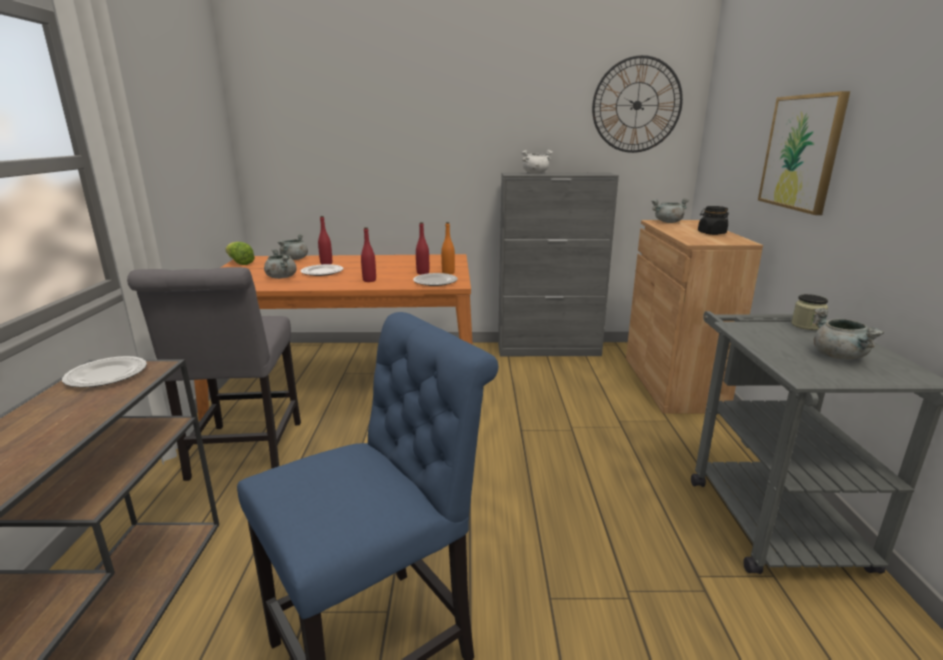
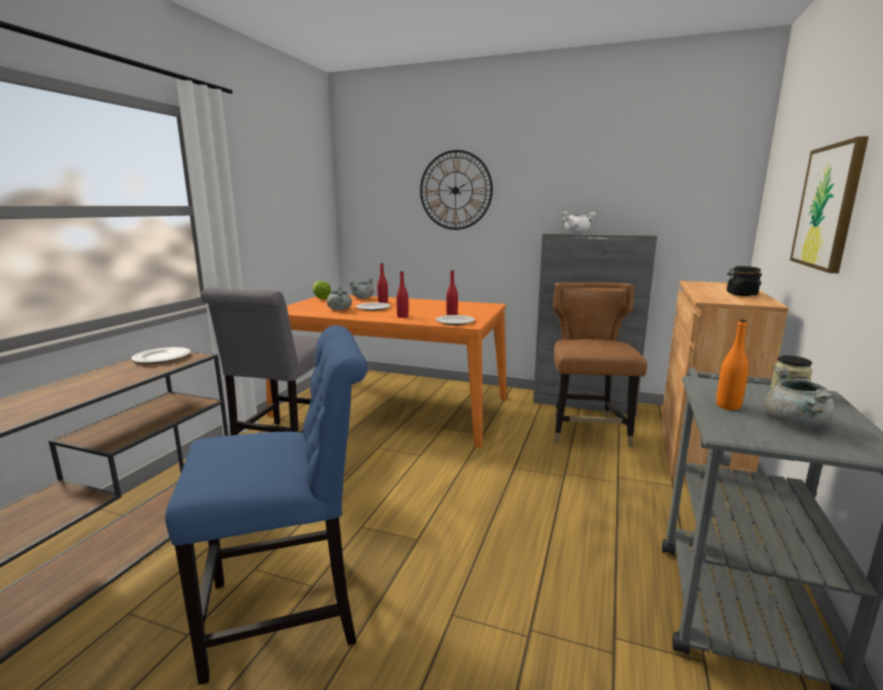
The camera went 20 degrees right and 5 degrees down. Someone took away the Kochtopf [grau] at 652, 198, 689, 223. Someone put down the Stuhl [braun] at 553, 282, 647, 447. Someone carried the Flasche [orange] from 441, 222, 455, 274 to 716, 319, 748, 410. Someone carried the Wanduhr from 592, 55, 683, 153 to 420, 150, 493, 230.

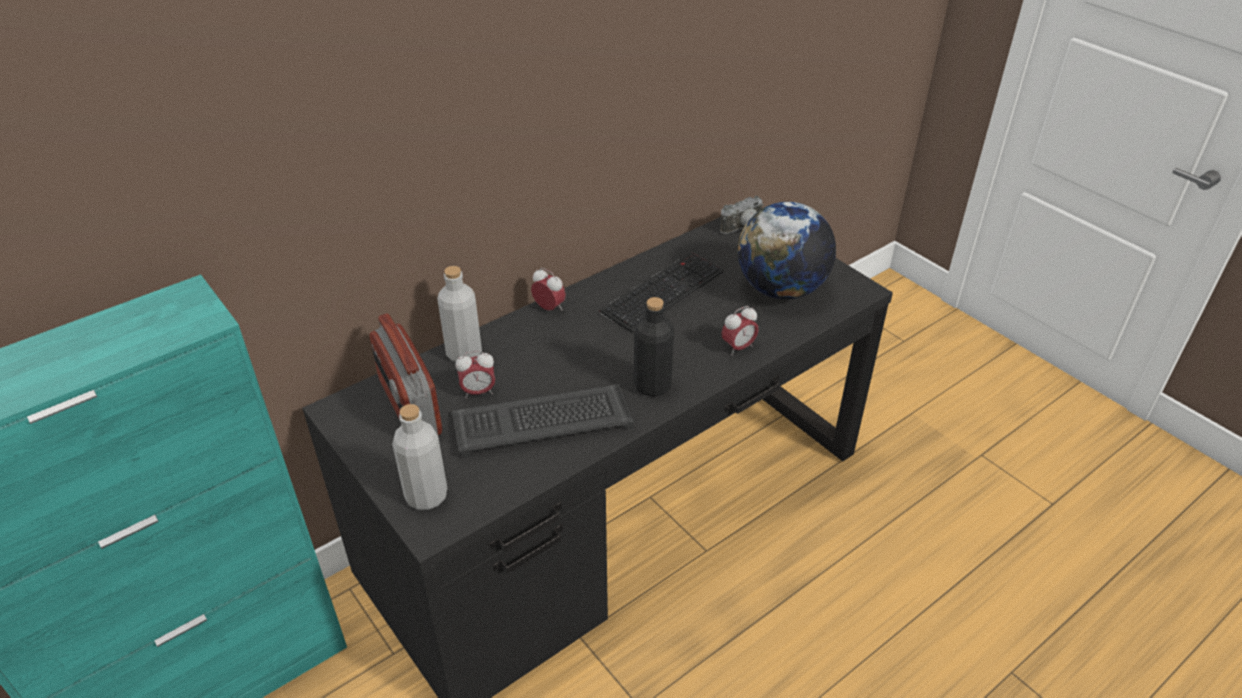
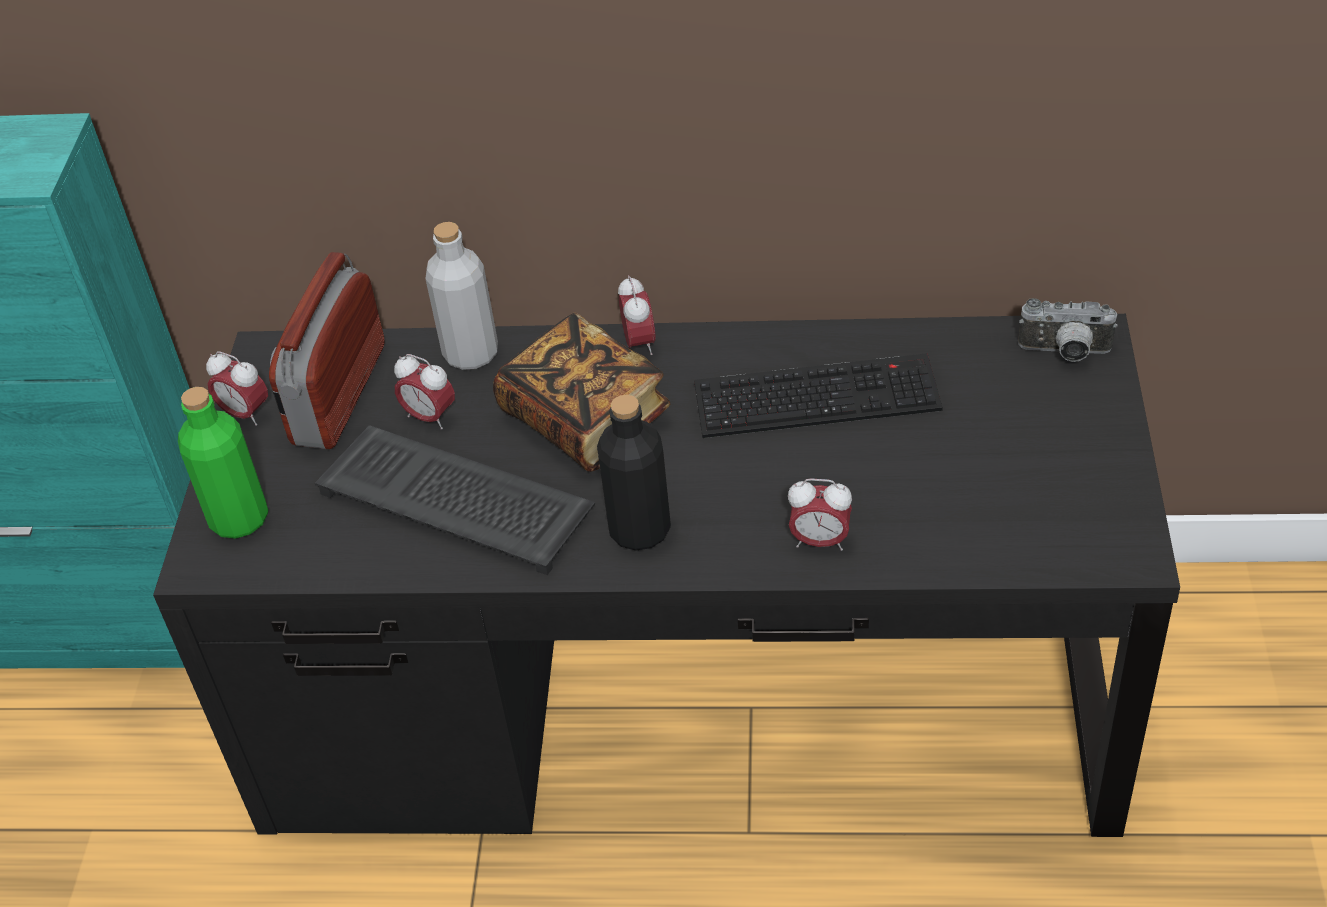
The camera went 45 degrees right and 5 degrees up. Someone took away the Globus at 738, 202, 836, 299. Someone put down the Wecker at 206, 351, 268, 426. Someone put down the Buch at 493, 313, 670, 472. Someone repainted the Flasche [grau] at 392, 404, 447, 510, which became the Flasche [grün] at 178, 387, 268, 539.

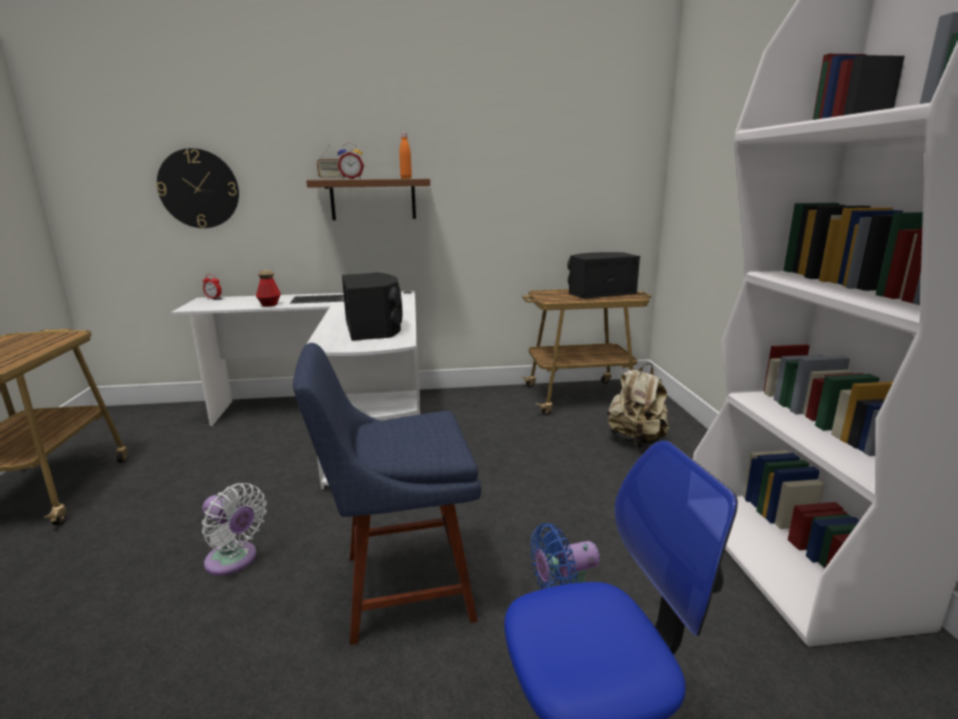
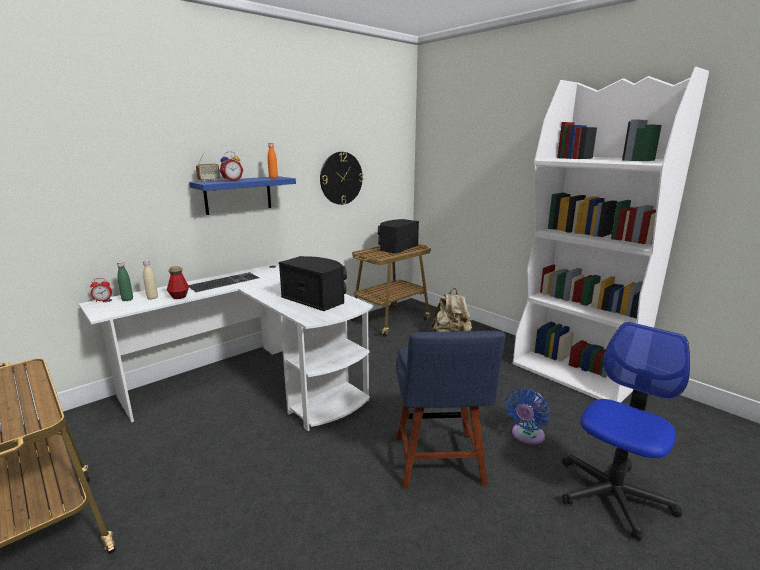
The camera went 35 degrees left and 0 degrees up. Someone took away the Ventilator [weiß] at 202, 483, 267, 576. Someone put down the Flasche [grün] at 117, 262, 133, 301. Someone put down the Flasche [beige] at 143, 260, 158, 300. Someone carried the Wanduhr from 156, 148, 239, 228 to 320, 152, 363, 205. Someone repainted the Wandregal [braun] at 306, 179, 430, 220, which became the Wandregal [blau] at 189, 176, 296, 215. Someone rotated the Stuhl [blau] at 293, 343, 481, 645 by 45 degrees counterclockwise.

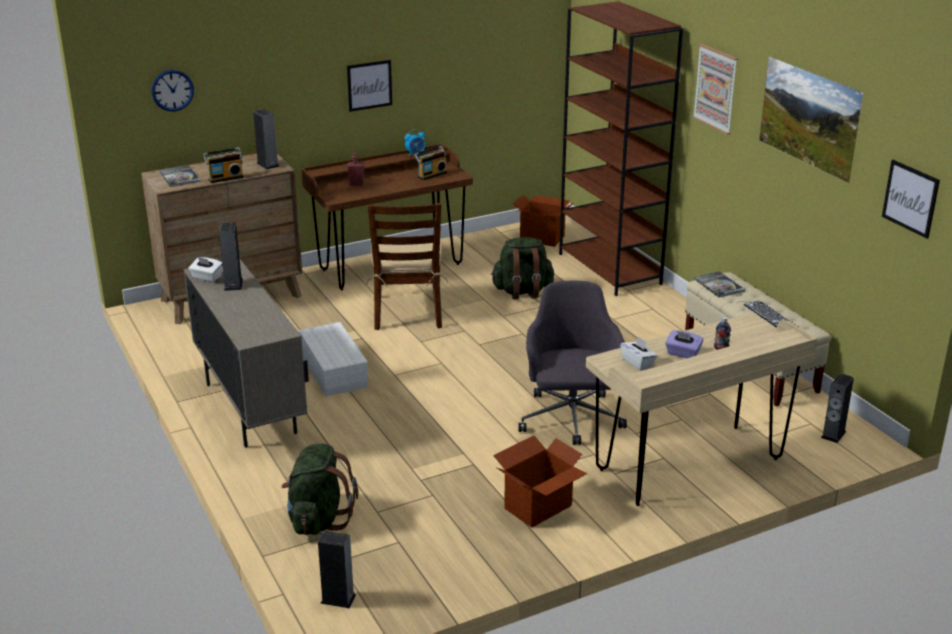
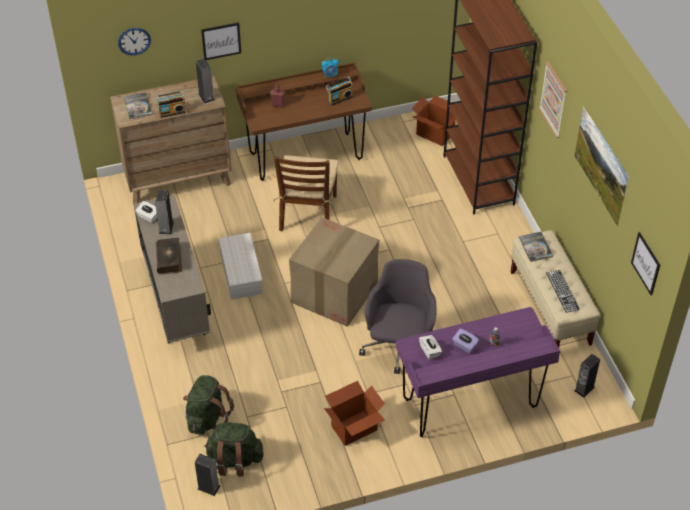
The camera went 10 degrees right and 20 degrees up. Someone put down the Buch at 156, 238, 182, 274. Someone put down the Karton at 289, 217, 379, 327. Someone carried the Bild from 347, 60, 392, 112 to 201, 22, 241, 60. Someone carried the Rucksack [grün] from 491, 237, 554, 299 to 204, 423, 264, 476. Someone repainted the Schreibtisch [beige] at 586, 313, 817, 506, which became the Schreibtisch [lila] at 396, 307, 560, 437.

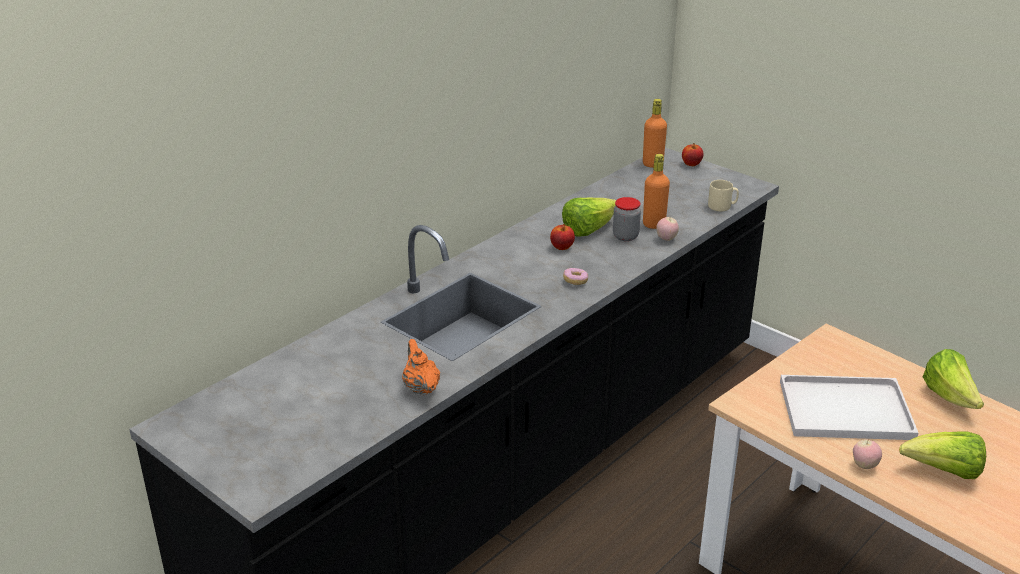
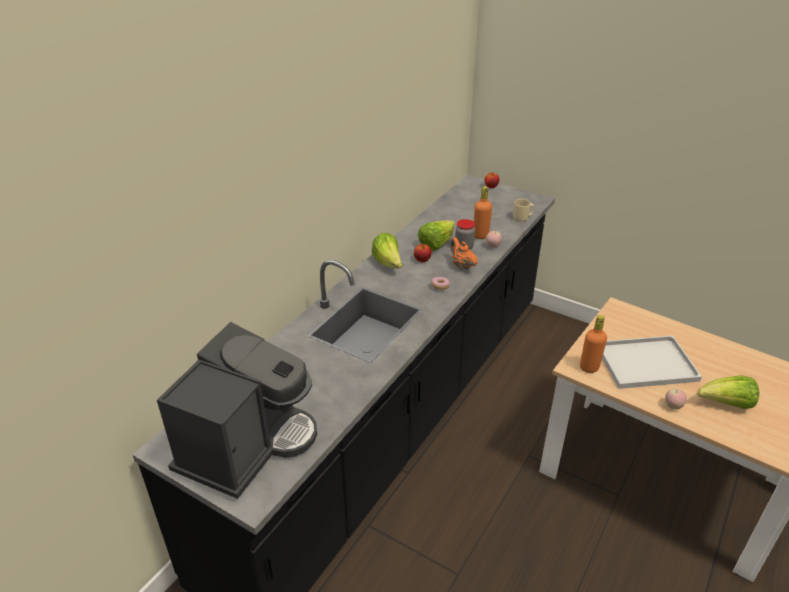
The camera went 10 degrees left and 5 degrees up. Someone put down the Kaffeemaschine at 157, 322, 317, 499. Someone carried the Teekanne [orange] from 402, 339, 440, 395 to 450, 237, 478, 270. Someone carried the Flasche [orange] from 643, 99, 667, 168 to 580, 315, 607, 373. Someone carried the Salatkopf from 923, 349, 984, 409 to 372, 233, 402, 269.

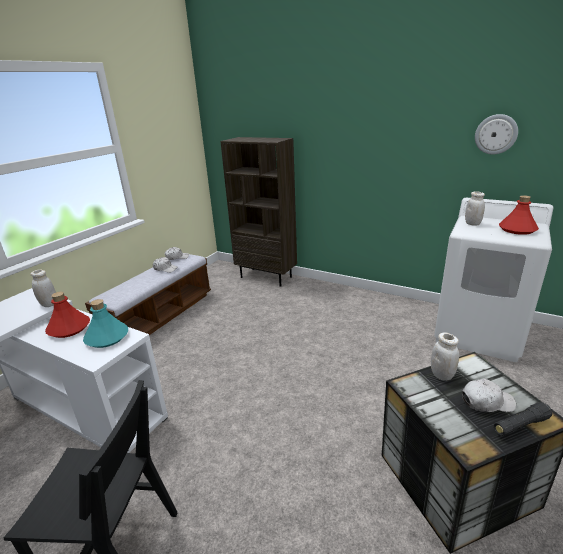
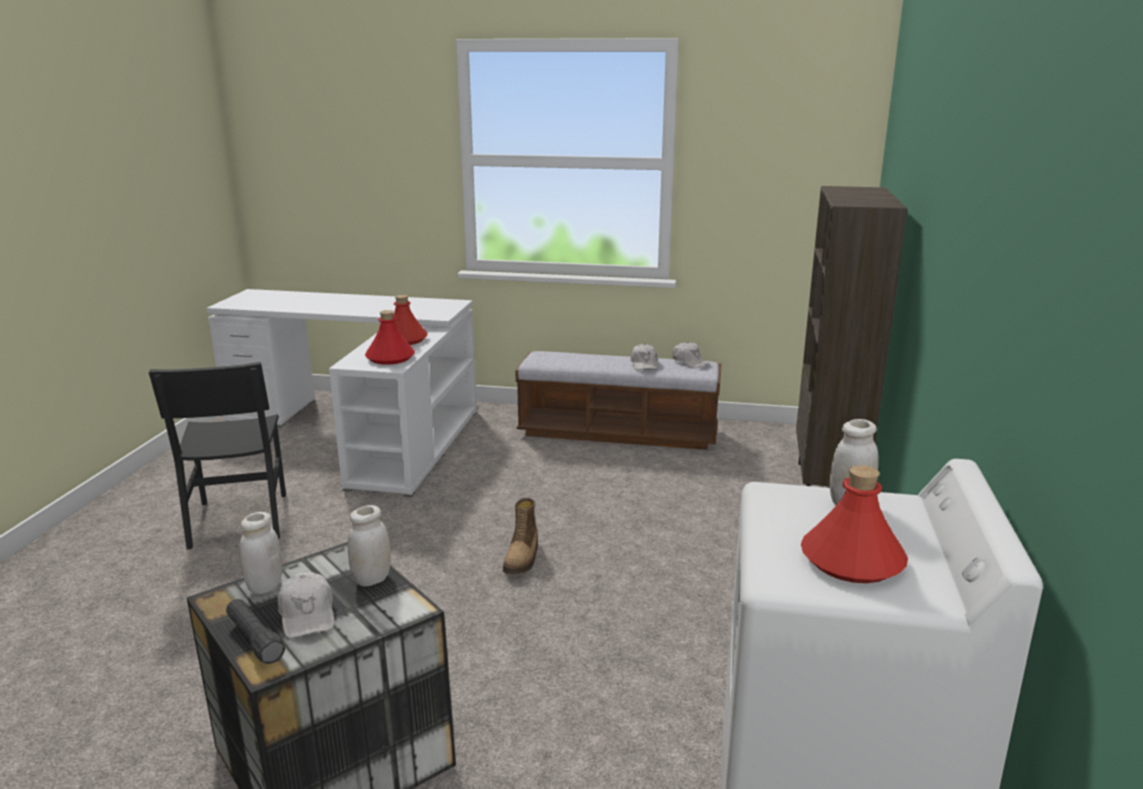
The camera went 70 degrees right and 5 degrees down. Someone took away the Wanduhr at 475, 114, 518, 154. Someone put down the Stiefel at 503, 497, 538, 575. Someone carried the Vorratsglas [weiß] from 31, 270, 56, 307 to 239, 512, 283, 594. Someone repainted the Flasche [türkis] at 83, 299, 128, 348, which became the Flasche [rot] at 365, 310, 415, 365.

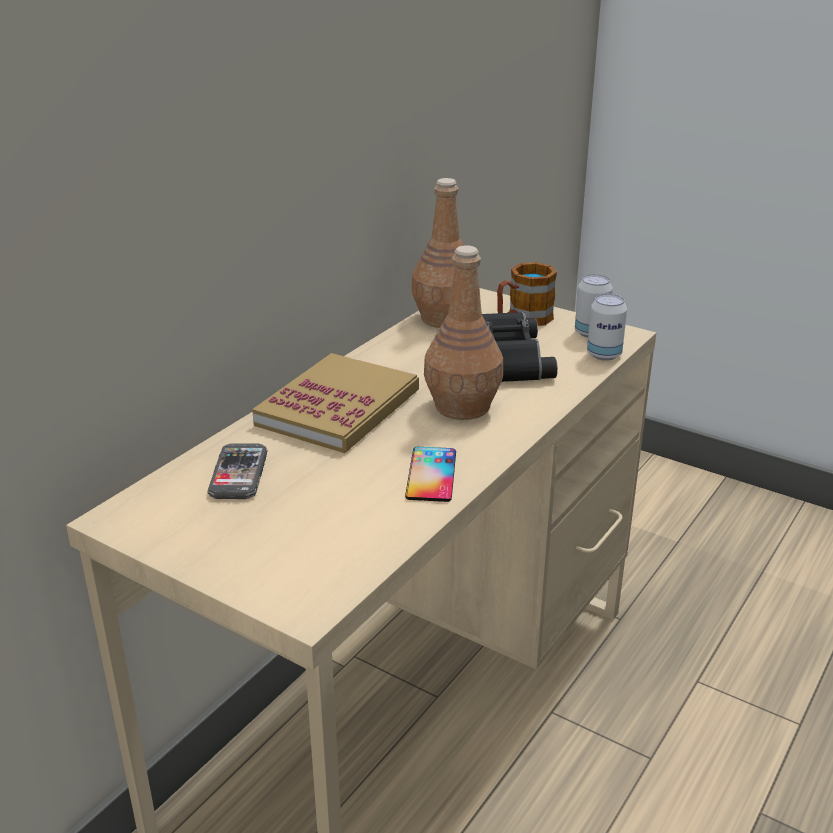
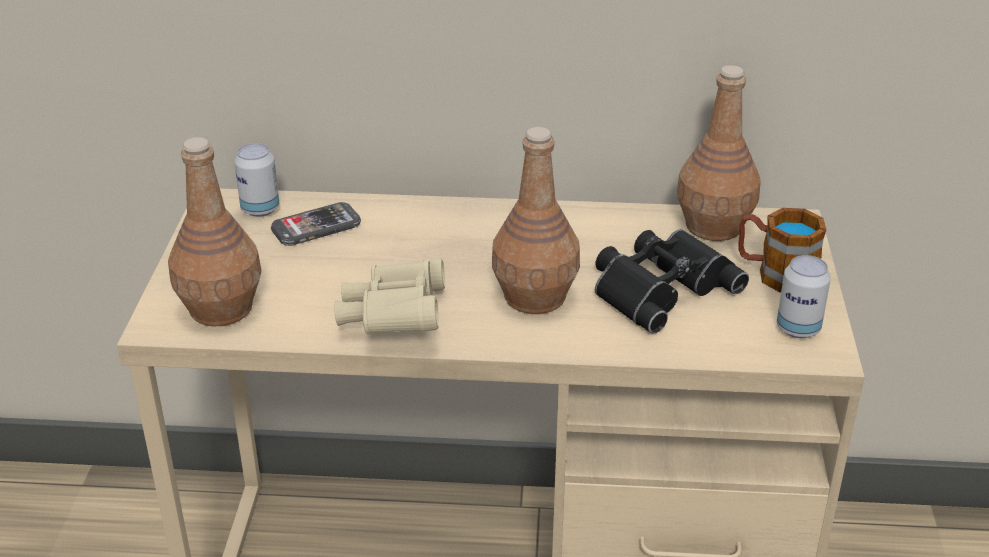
The camera went 60 degrees right and 5 degrees up. Someone took away the Buch at 252, 353, 419, 453. Someone put down the Flasche [braun] at 168, 137, 262, 326. Someone carried the Dose from 587, 294, 627, 361 to 234, 143, 279, 217. Someone swapped the Handy at 405, 447, 456, 502 for the Fernglas [beige] at 334, 258, 445, 334.

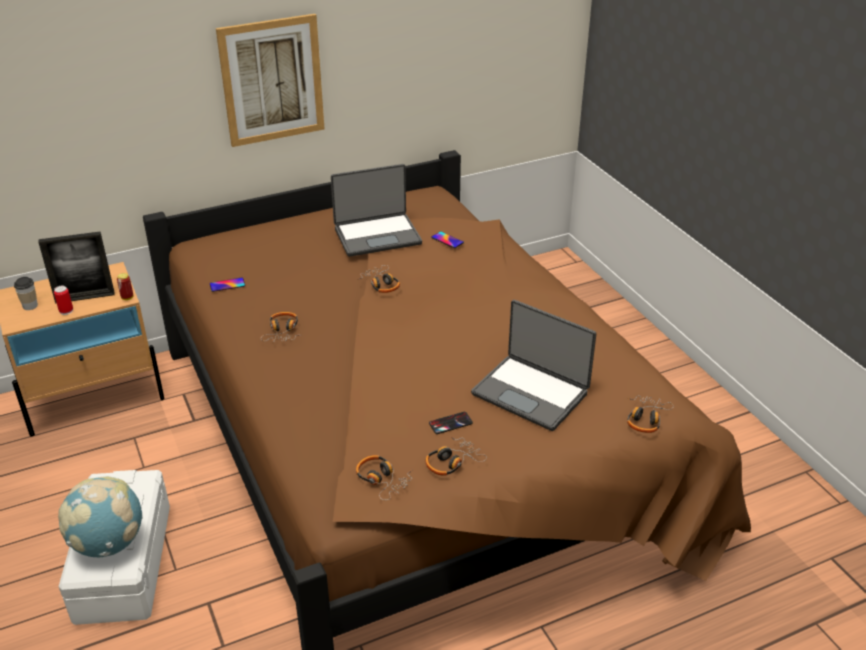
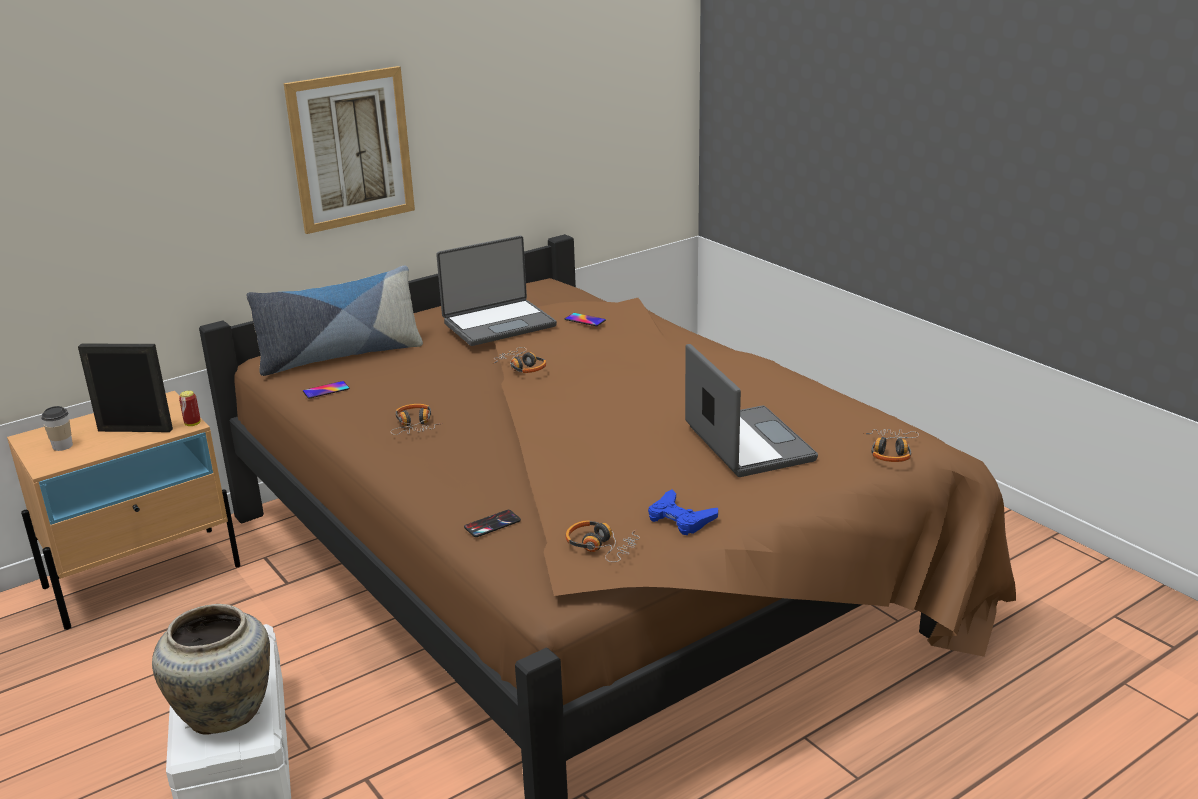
The camera went 10 degrees left and 10 degrees down. Someone took away the Dose at 54, 286, 73, 315. Someone put down the Kissen at 246, 266, 423, 376. Someone carried the Handy from 429, 412, 473, 434 to 464, 510, 521, 537. Someone swapped the Globus at 58, 476, 143, 557 for the Vase [beige] at 152, 604, 270, 735. Someone swapped the Kopfhörer at 426, 436, 487, 476 for the Gamepad [blau] at 648, 489, 718, 535. Someone rotated the Bilderrahmen at 38, 232, 115, 304 by 150 degrees counterclockwise. Someone rotated the Laptop at 471, 300, 596, 431 by 135 degrees counterclockwise.

